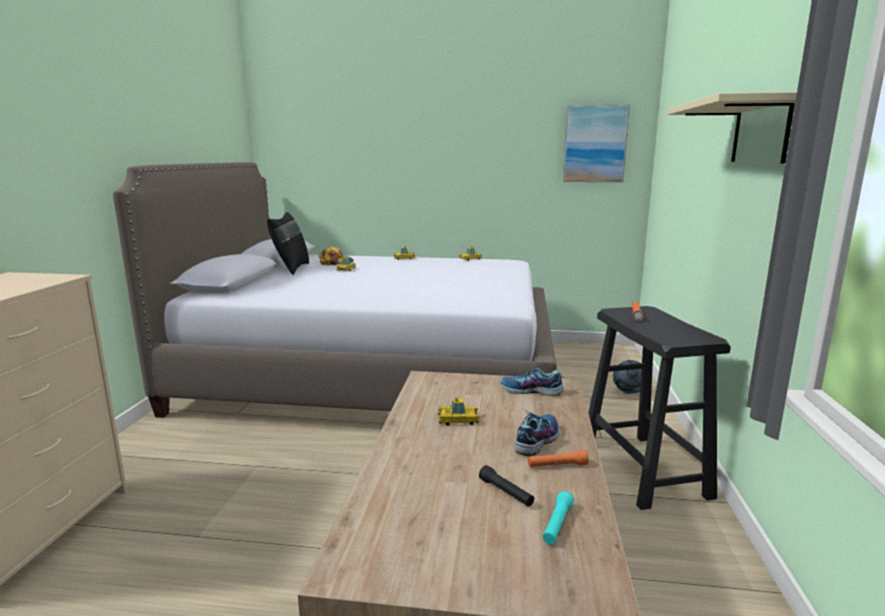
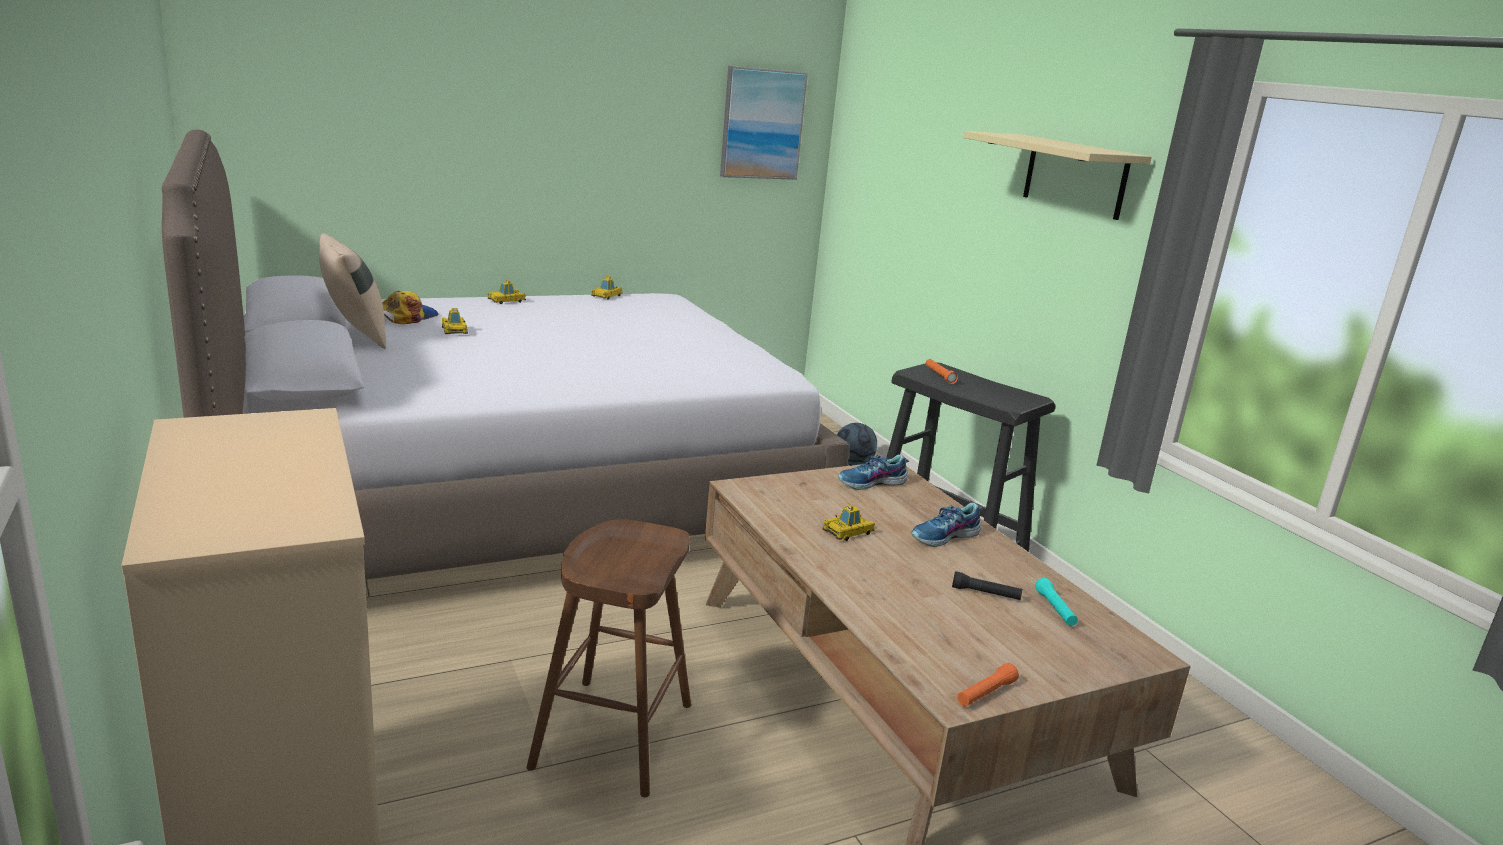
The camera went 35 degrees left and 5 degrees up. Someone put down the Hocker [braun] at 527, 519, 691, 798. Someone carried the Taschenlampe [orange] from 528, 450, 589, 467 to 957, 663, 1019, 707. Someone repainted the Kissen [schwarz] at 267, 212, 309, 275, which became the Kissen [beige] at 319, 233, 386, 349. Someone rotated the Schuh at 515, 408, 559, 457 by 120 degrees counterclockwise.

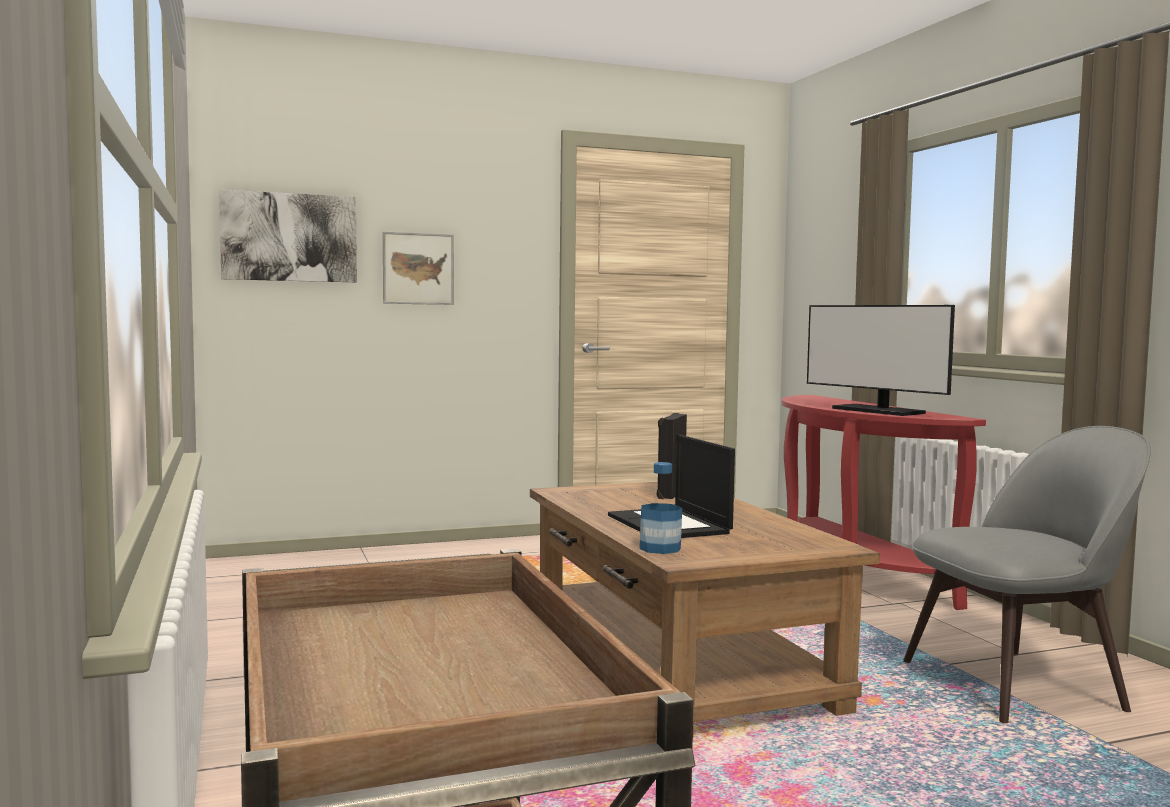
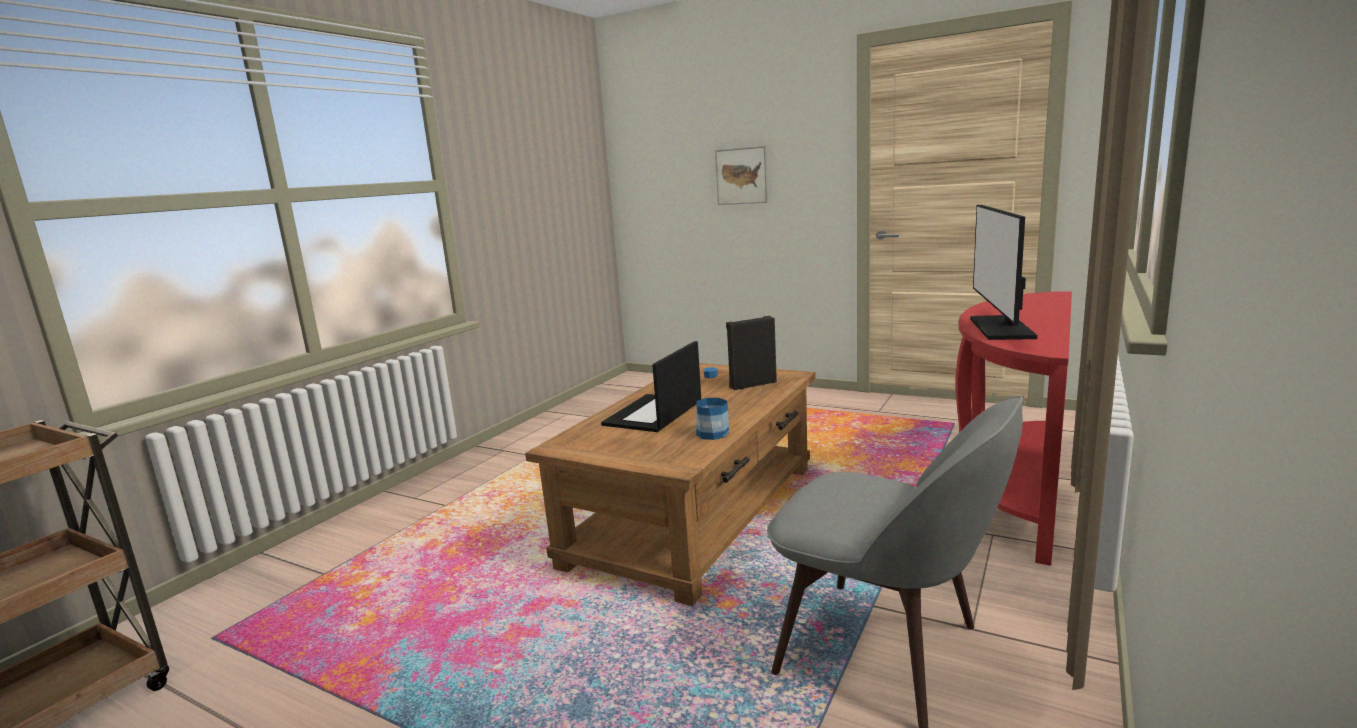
The camera went 50 degrees right and 10 degrees up. Someone took away the Bild at 219, 189, 357, 282. Someone carried the Flasche from 639, 462, 682, 554 to 696, 367, 729, 440.

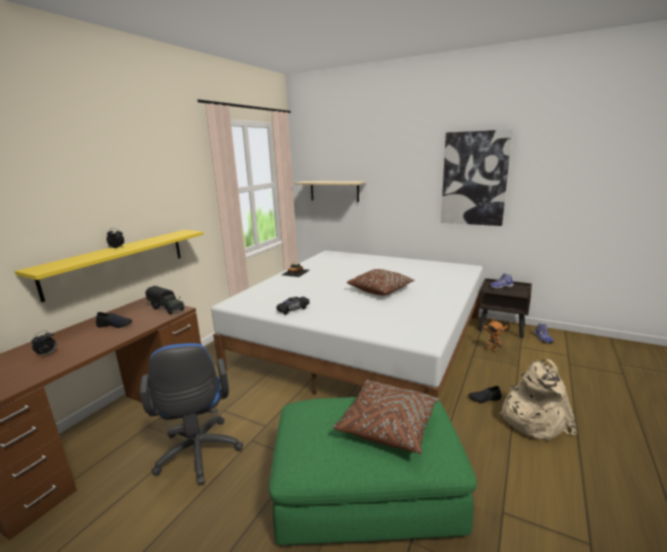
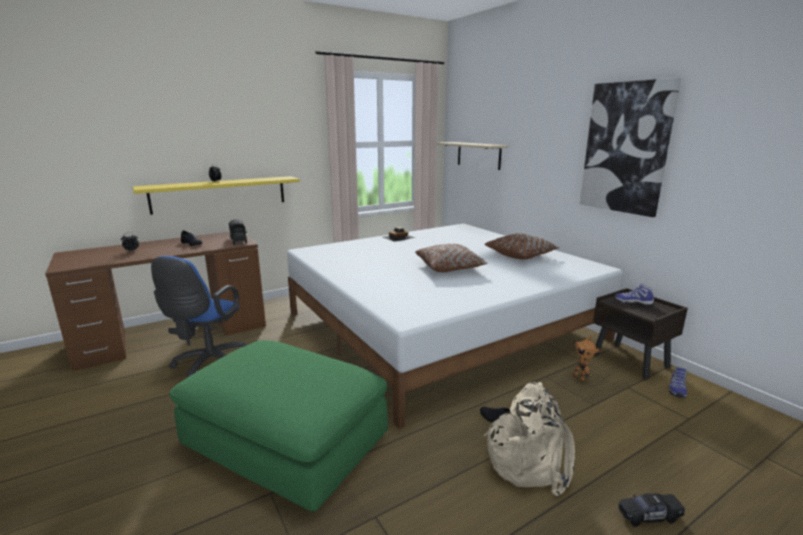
The camera went 30 degrees right and 0 degrees up. Someone carried the Spielzeugauto [schwarz] from 276, 297, 310, 315 to 619, 493, 685, 527. Someone carried the Kissen [braun] from 333, 380, 439, 454 to 485, 233, 560, 260.

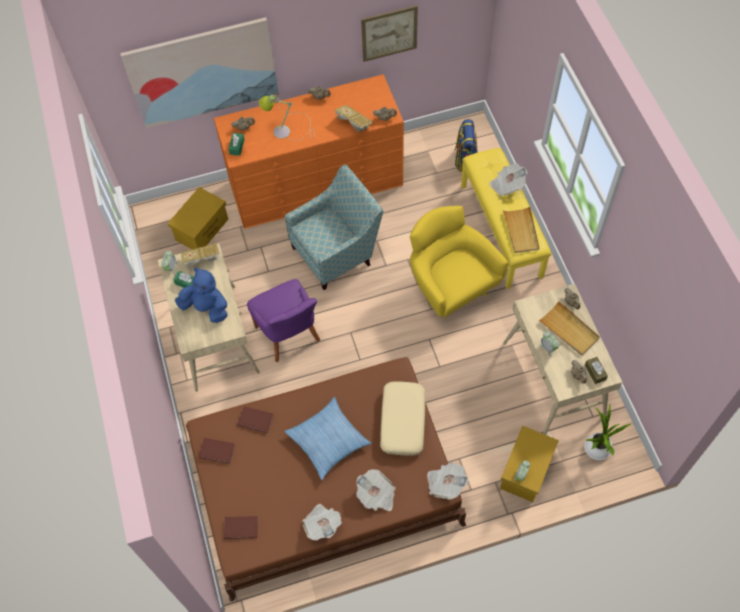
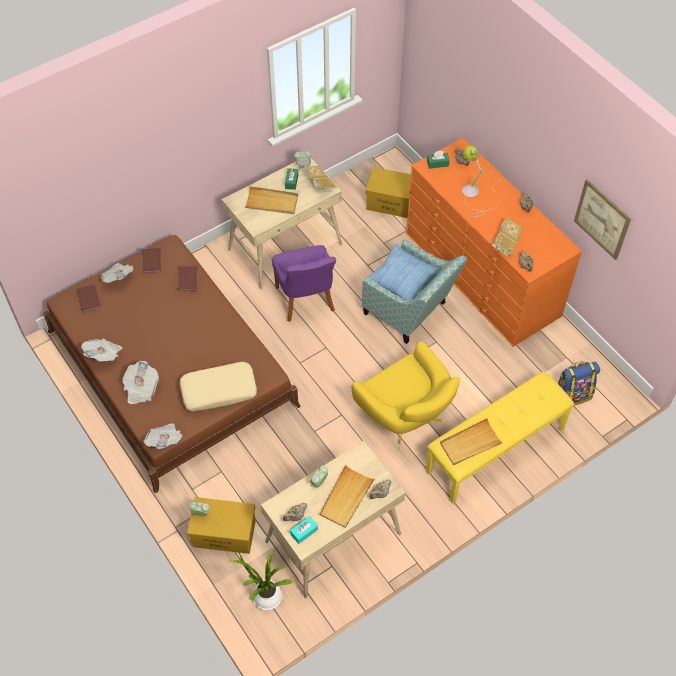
The camera went 70 degrees right and 5 degrees down. Someone took away the Bild at 120, 17, 279, 129. Someone carried the Kissen from 285, 397, 372, 480 to 367, 243, 439, 300. Someone carried the Zeitung from 489, 163, 528, 197 to 101, 263, 133, 283. Someone swapped the Plüschtier [blau] at 175, 268, 228, 323 for the Tablett [beige] at 244, 186, 298, 214. Someone repainted the Taschentuchbox [braun] at 585, 357, 608, 384, which became the Taschentuchbox [türkis] at 290, 516, 318, 544. Someone rotated the Stuhl [lila] at 247, 279, 320, 362 by 60 degrees counterclockwise. Someone rotated the Sessel [gelb] at 410, 206, 508, 321 by 105 degrees clockwise.

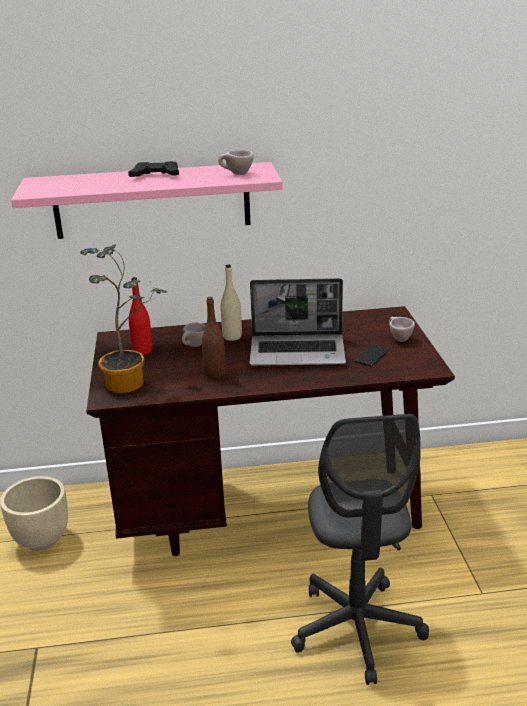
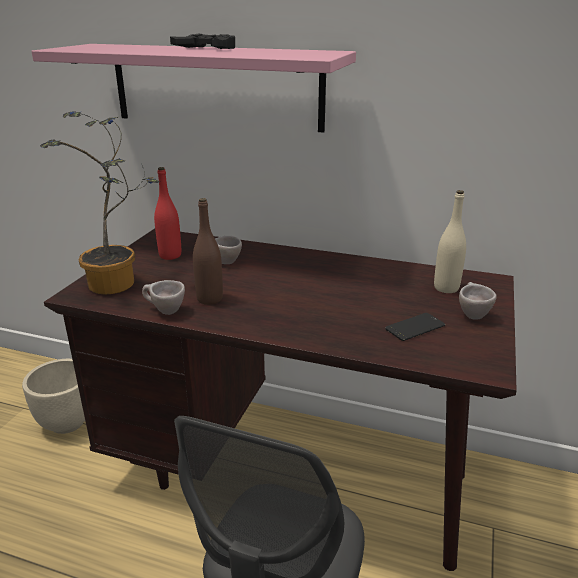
The camera went 25 degrees right and 0 degrees up. Someone took away the Laptop at 249, 278, 346, 366. Someone carried the Tasse [beige] from 218, 150, 253, 175 to 142, 280, 185, 315. Someone carried the Flasche [beige] from 221, 265, 242, 341 to 434, 190, 466, 293.

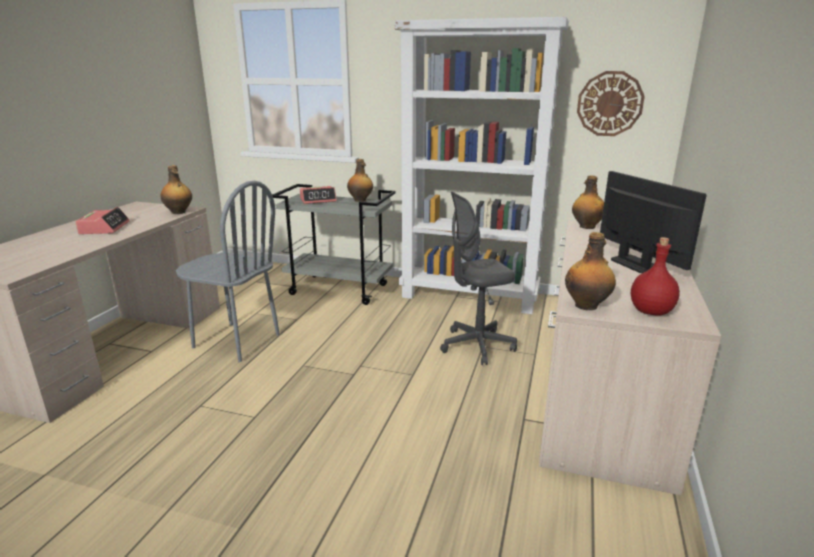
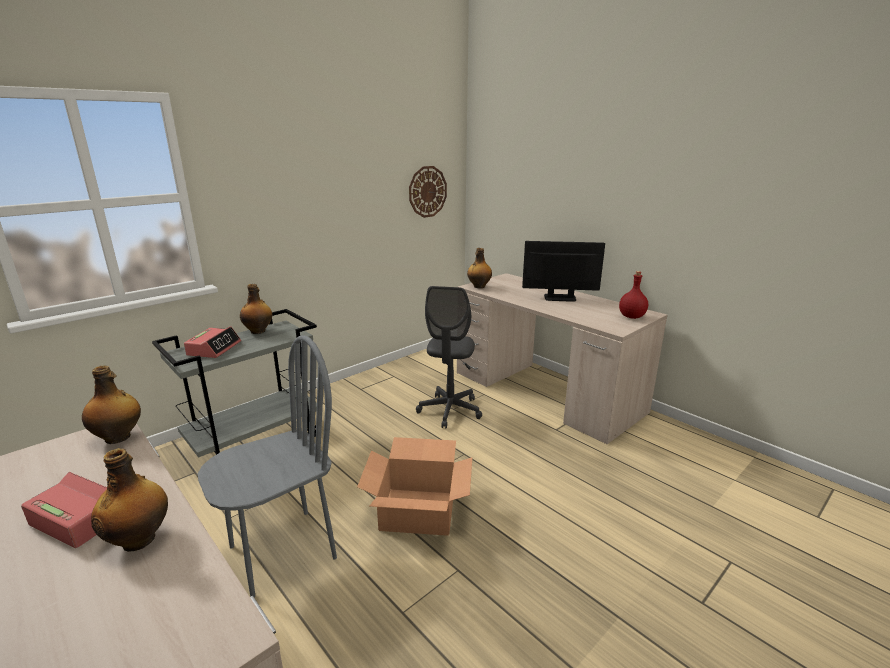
The camera went 60 degrees left and 0 degrees up. Someone took away the Bücherregal [weiß] at 395, 17, 569, 314. Someone put down the Karton at 357, 437, 472, 536. Someone carried the Flasche from 565, 232, 616, 310 to 91, 448, 168, 552.

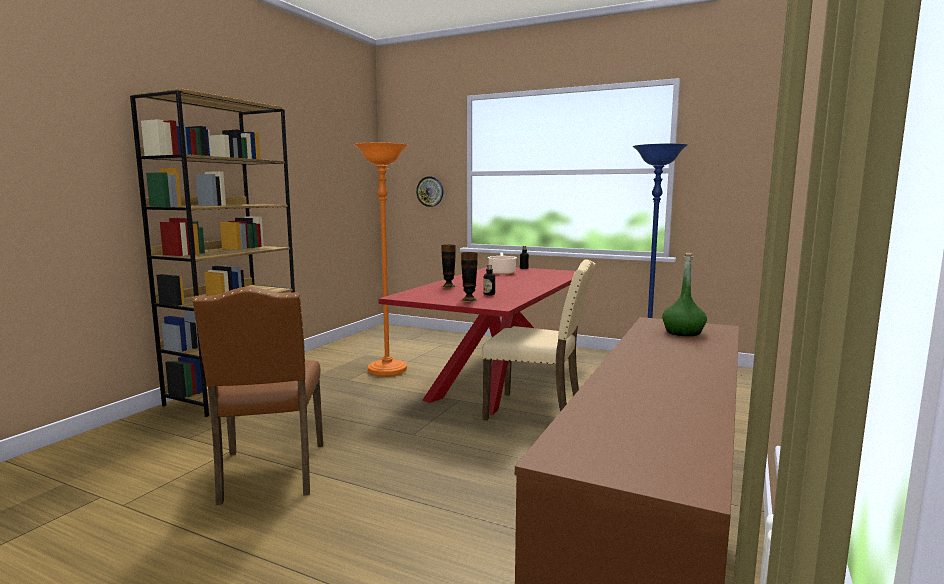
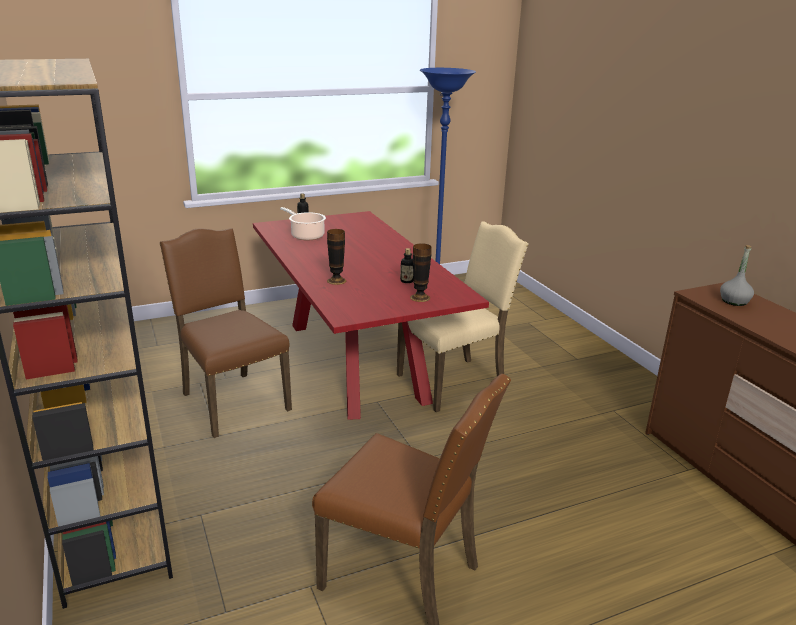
The camera went 50 degrees left and 15 degrees up. Someone took away the Wanduhr at 416, 176, 443, 207. Someone swapped the Stehlampe [orange] at 354, 143, 408, 376 for the Stuhl [braun] at 160, 228, 292, 438. Someone repainted the Flasche [grün] at 662, 253, 707, 336, which became the Flasche [grau] at 720, 245, 754, 306.

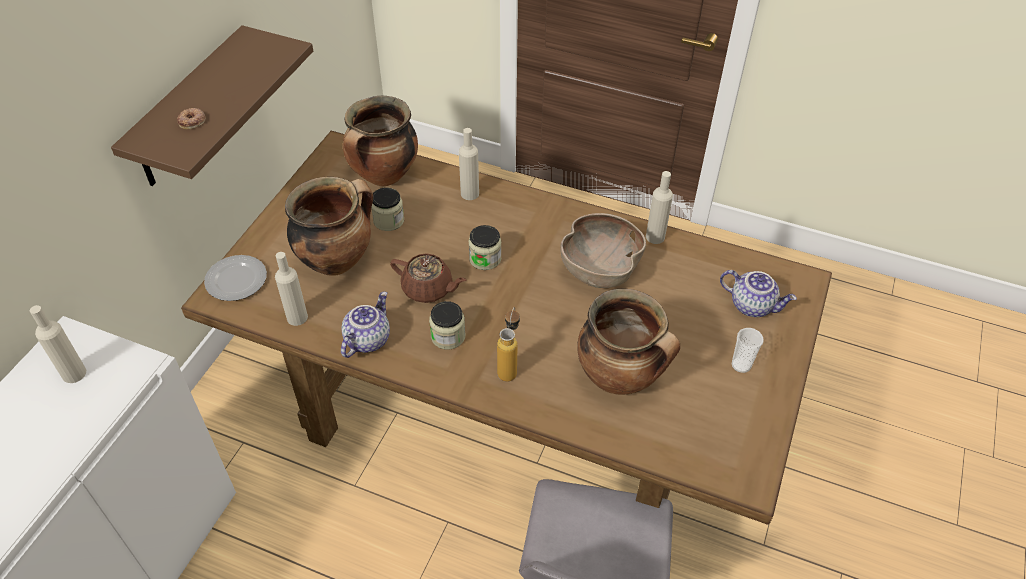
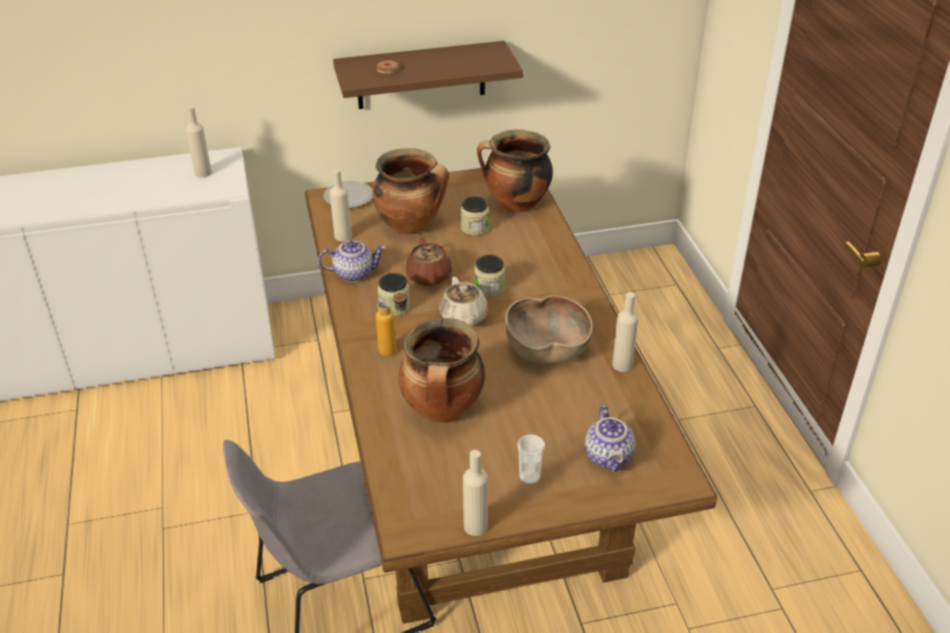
The camera went 55 degrees right and 10 degrees down. Someone put down the Teekanne [beige] at 439, 277, 488, 326. Someone carried the Flasche [beige] from 459, 128, 479, 200 to 463, 450, 488, 536.

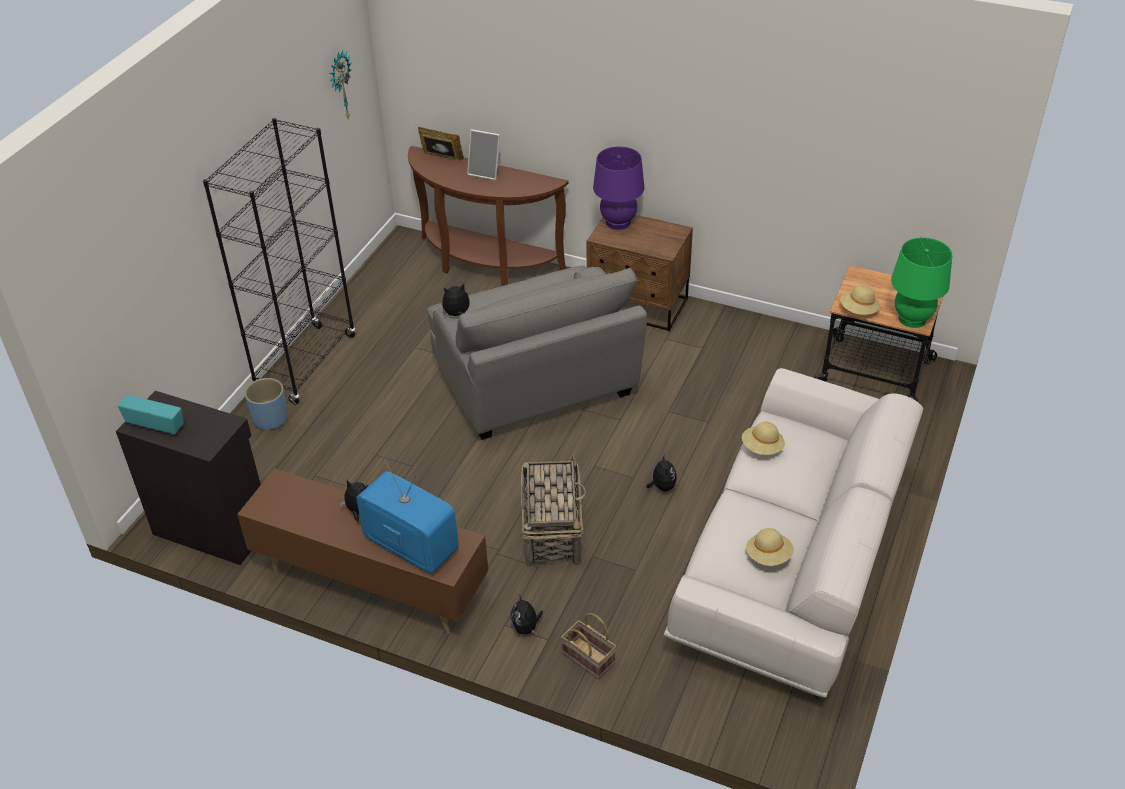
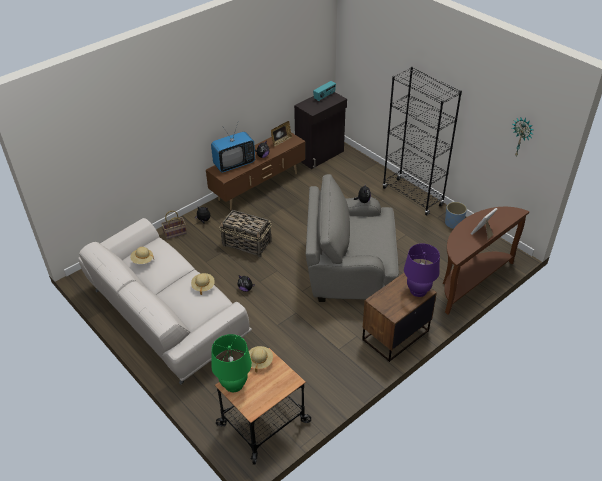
The camera went 115 degrees right and 0 degrees up. Someone carried the Pflanzkübel [blau] from 244, 378, 288, 431 to 445, 202, 467, 229. Someone carried the Bilderrahmen from 418, 127, 464, 160 to 271, 121, 292, 147.

